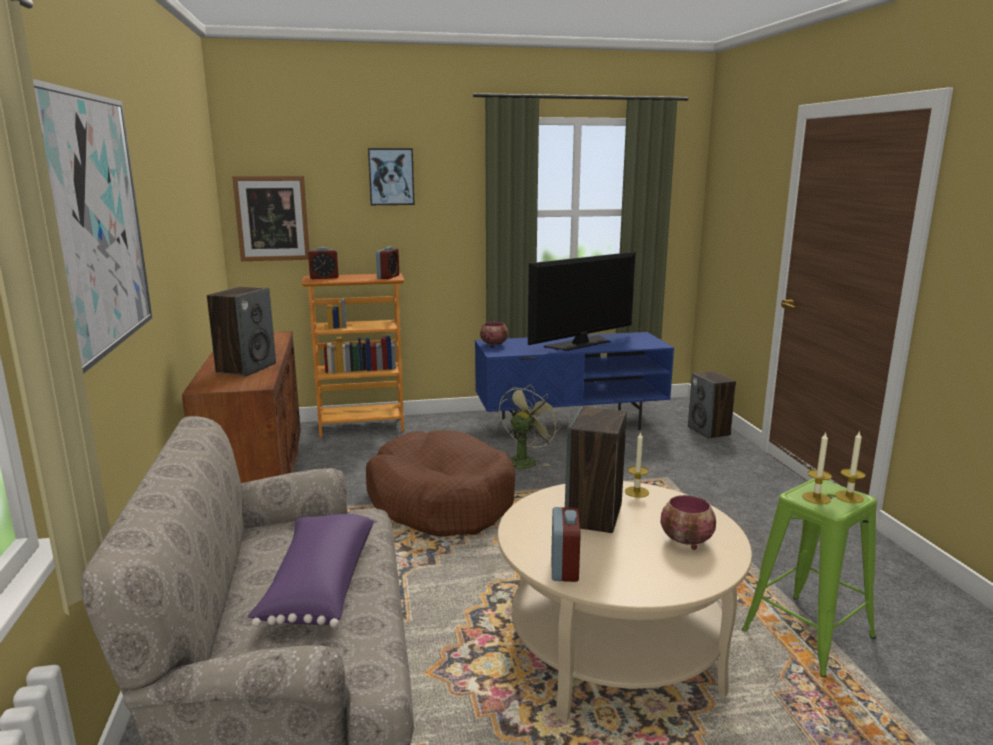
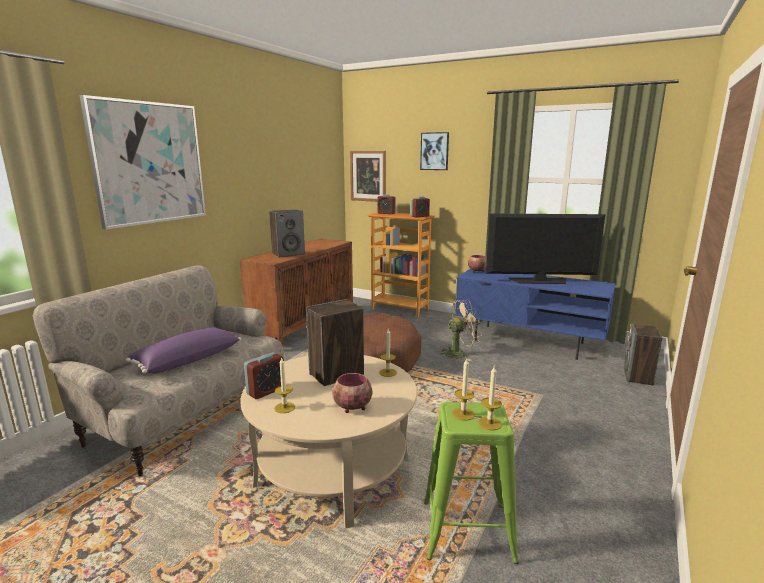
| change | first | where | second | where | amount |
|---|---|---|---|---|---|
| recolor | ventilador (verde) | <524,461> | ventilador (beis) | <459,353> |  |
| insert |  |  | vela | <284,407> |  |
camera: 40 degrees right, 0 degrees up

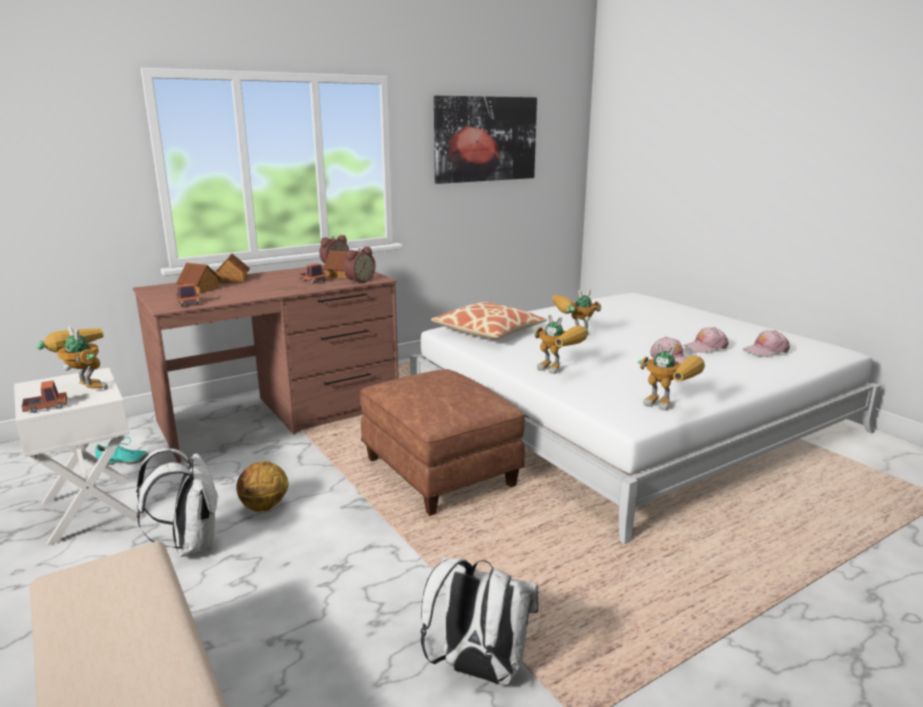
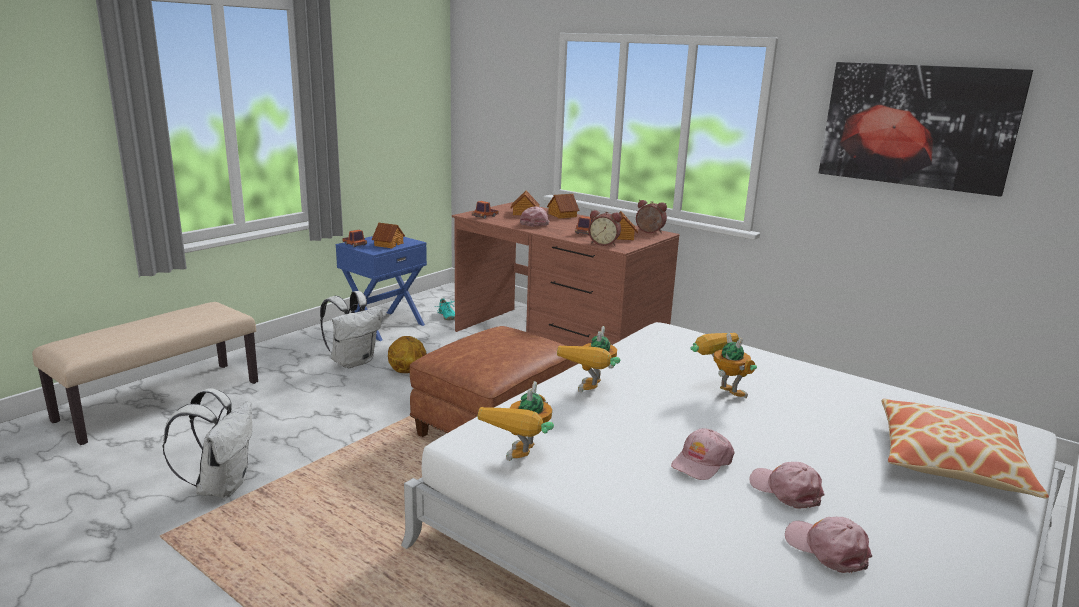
| change | first | where | second | where | amount |
|---|---|---|---|---|---|
| recolor | mesita de noche (blanco) | <89,510> | mesita de noche (azul) | <384,325> |  |
| replace | robot de juguete | <83,387> | casita | <388,244> |  |
| move | cojín | <488,332> |  | <950,461> |  |
| insert |  |  | gorra (rosa) | <535,223> |  |
camera: 70 degrees right, 0 degrees up

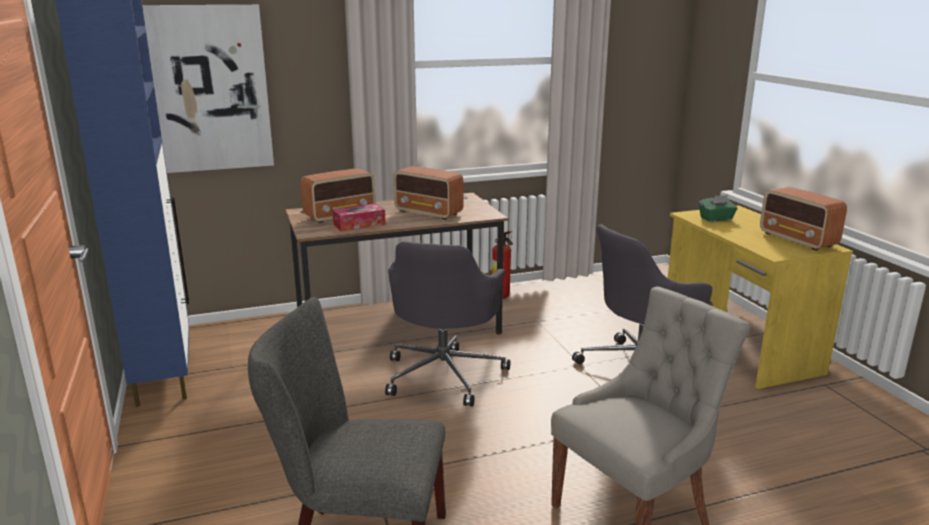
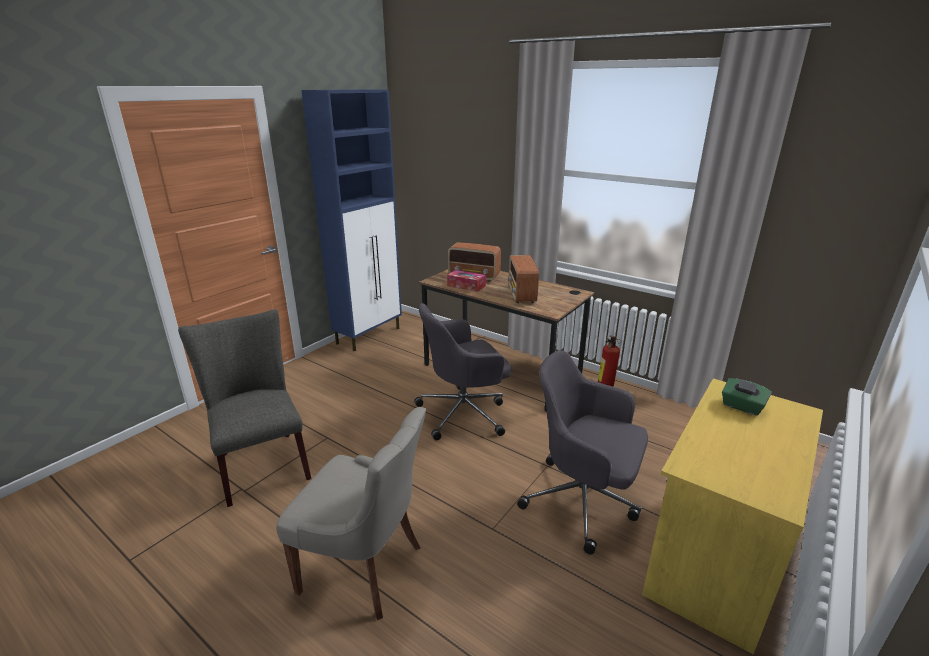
| change | first | where | second | where | amount |
|---|---|---|---|---|---|
| delete | cuadro | <210,89> |  |  |  |
| delete | radio | <798,240> |  |  |  |
camera: 55 degrees right, 5 degrees up

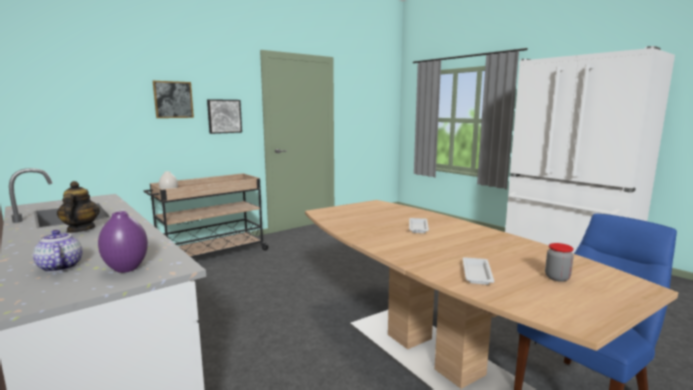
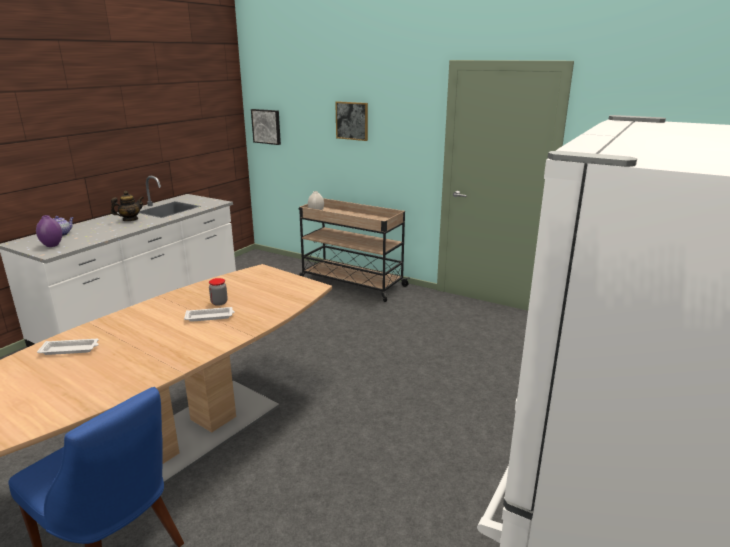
| change | first | where | second | where | amount |
|---|---|---|---|---|---|
| move | cuadro | <224,116> |  | <267,126> |  |
| move | tarro | <557,278> |  | <219,303> |  |
camera: 70 degrees right, 10 degrees up

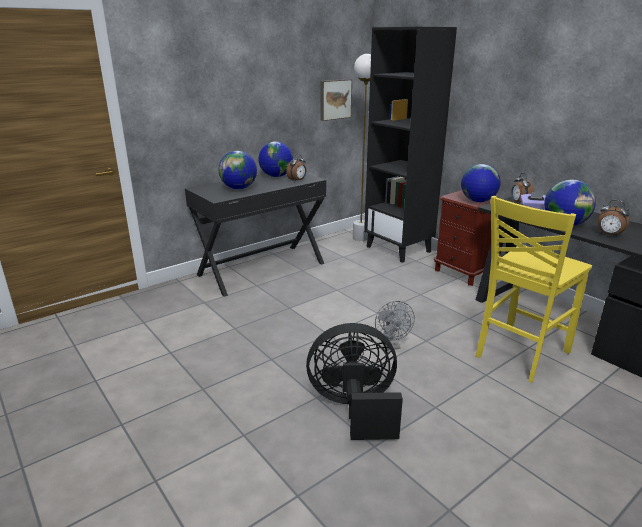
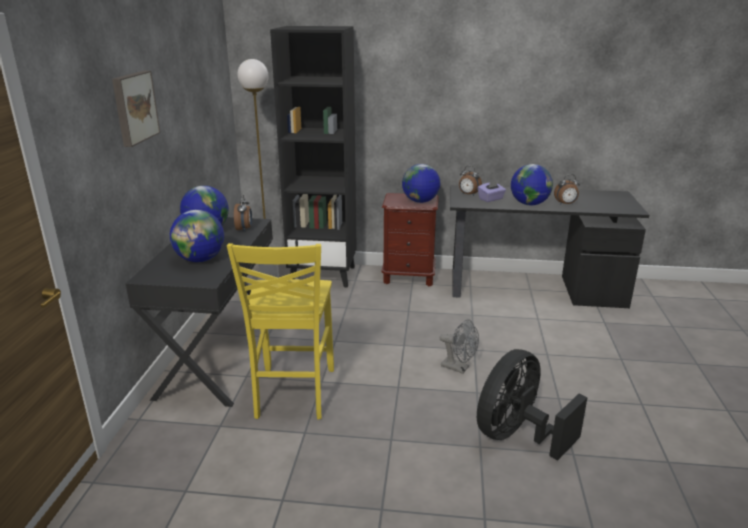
| change | first | where | second | where | amount |
|---|---|---|---|---|---|
| move | cuadro | <334,99> |  | <134,107> |  |
| move | silla (amarillo) | <519,354> |  | <293,394> |  |
camera: 45 degrees left, 0 degrees up

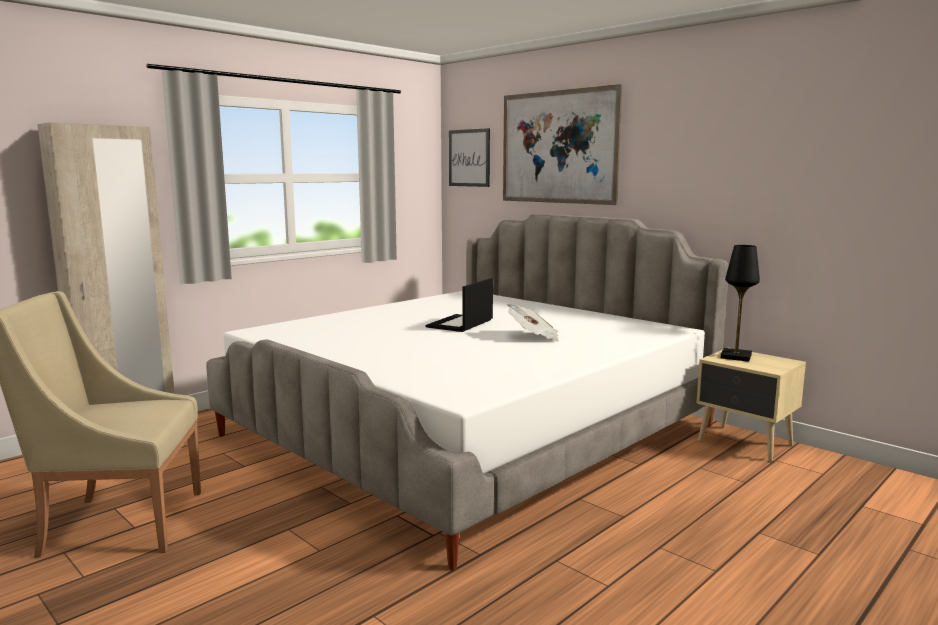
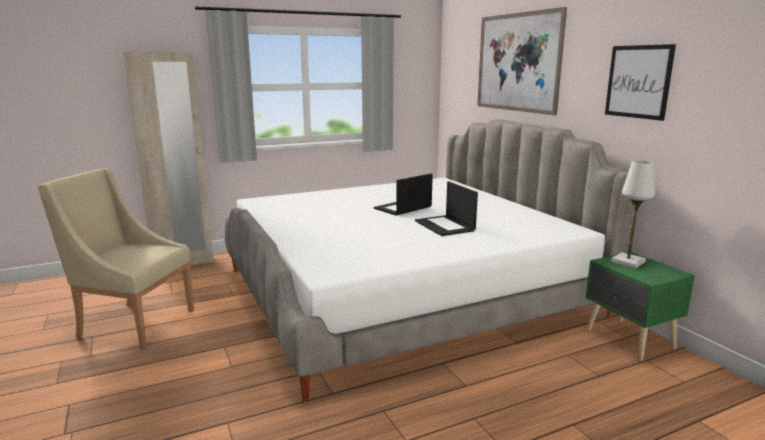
| change | first | where | second | where | amount |
|---|---|---|---|---|---|
| move | cuadro | <469,158> |  | <638,81> |  |
| replace | periódico | <533,337> | portátil | <445,226> |  |
| recolor | mesita de noche (beis) | <745,444> | mesita de noche (verde) | <629,340> |  |
| recolor | lámpara de mesa (negro) | <736,356> | lámpara de mesa (blanco) | <628,262> |  |
camera: 20 degrees right, 5 degrees up

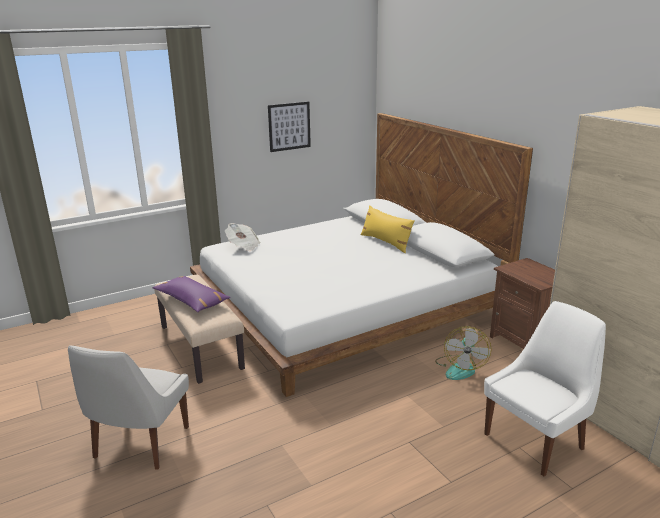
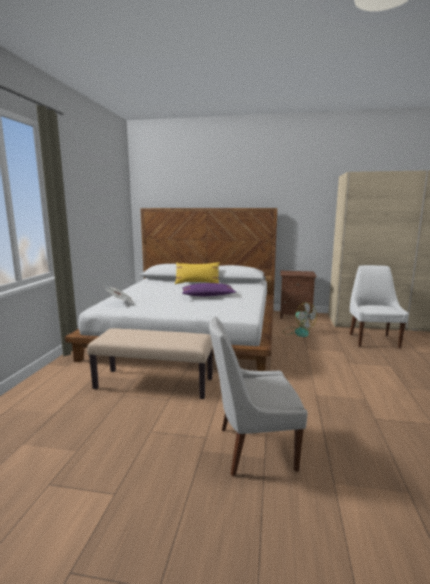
| change | first | where | second | where | amount |
|---|---|---|---|---|---|
| rotate | silla (blanco) | <140,444> |  | <253,448> | 120 degrees clockwise |
| move | cojín (morado) | <191,300> |  | <208,295> |  |
| delete | cuadro | <289,126> |  |  |  |
camera: 50 degrees left, 10 degrees down

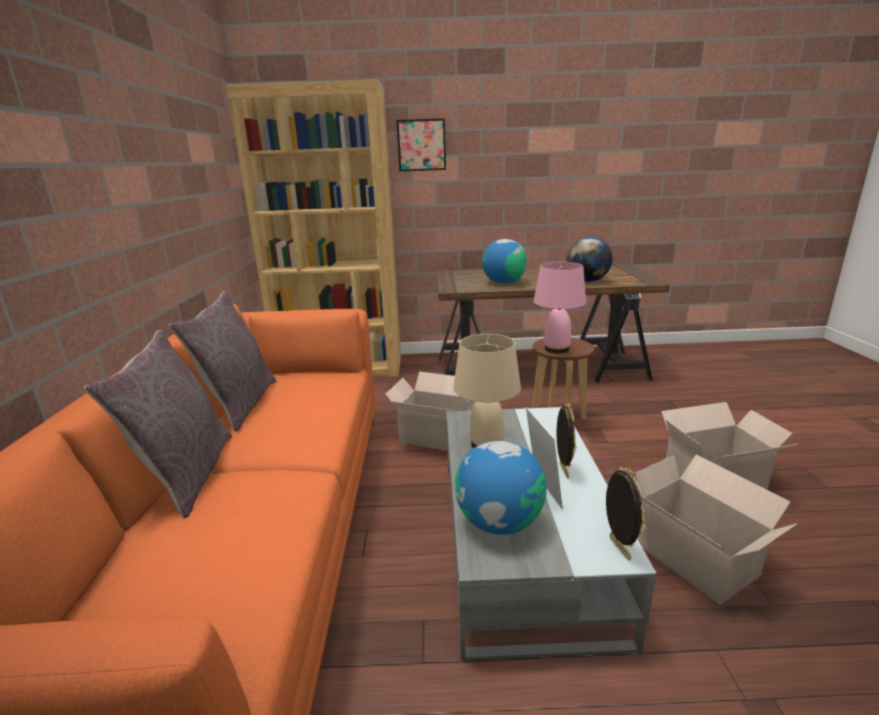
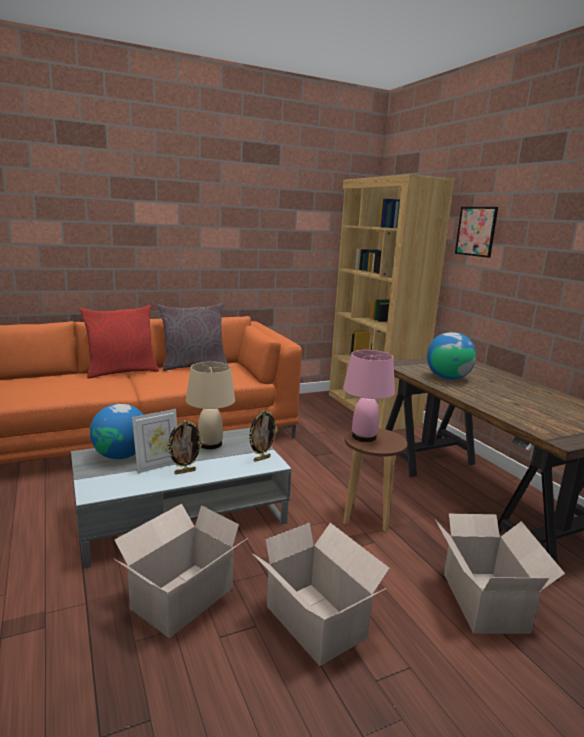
| change | first | where | second | where | amount |
|---|---|---|---|---|---|
| recolor | cojín (gris) | <187,475> | cojín (rojo) | <121,371> |  |
| move | caja de cartón | <435,436> |  | <483,600> |  |
| delete | globo terráqueo | <587,281> |  |  |  |
| move | portarretratos | <618,549> |  | <261,459> |  |
camera: 65 degrees right, 5 degrees down

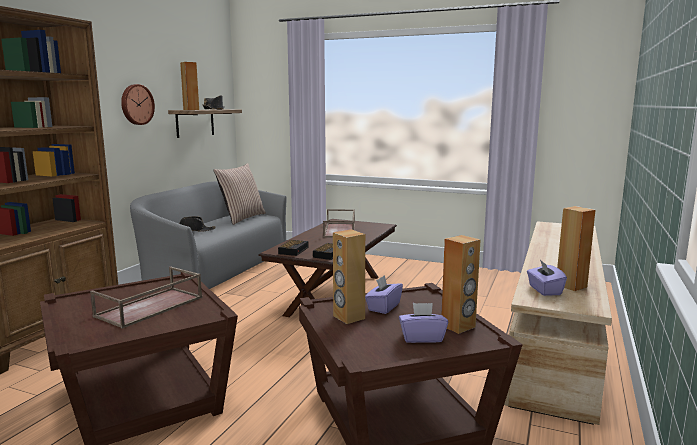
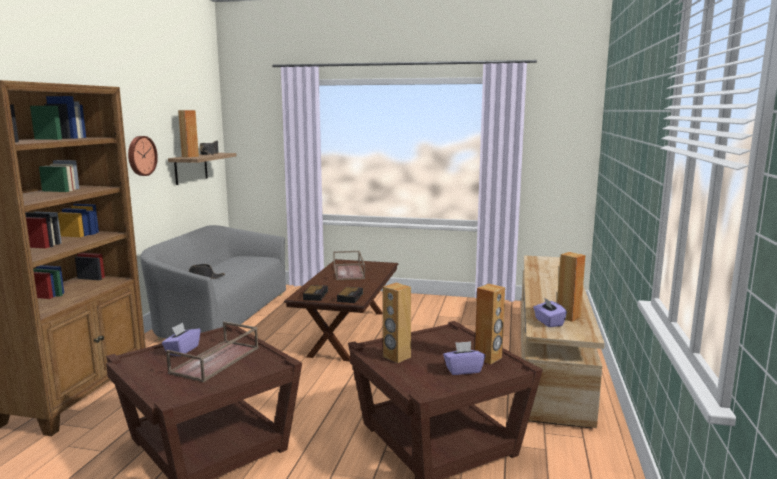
| change | first | where | second | where | amount |
|---|---|---|---|---|---|
| delete | cojín | <242,218> |  |  |  |
| move | caja de pañuelos (morado) | <383,307> |  | <182,350> |  |
camera: 10 degrees left, 0 degrees up

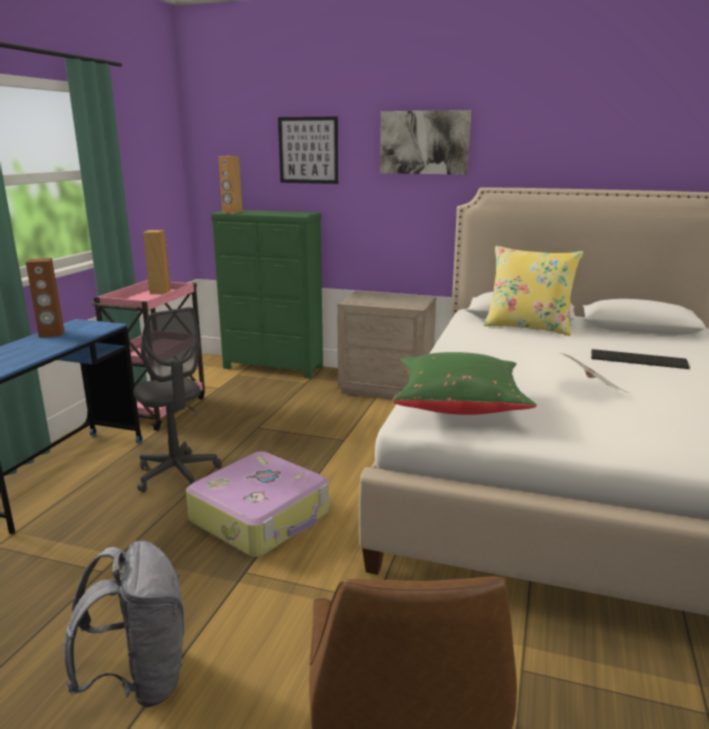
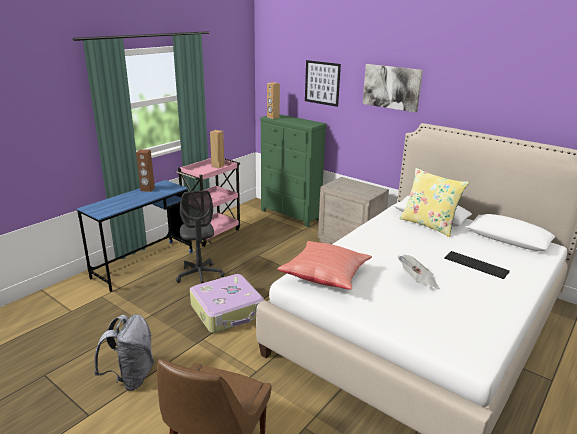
| change | first | where | second | where | amount |
|---|---|---|---|---|---|
| recolor | cojín (verde) | <458,405> | cojín (rojo) | <326,276> |  |
camera: 20 degrees right, 5 degrees up

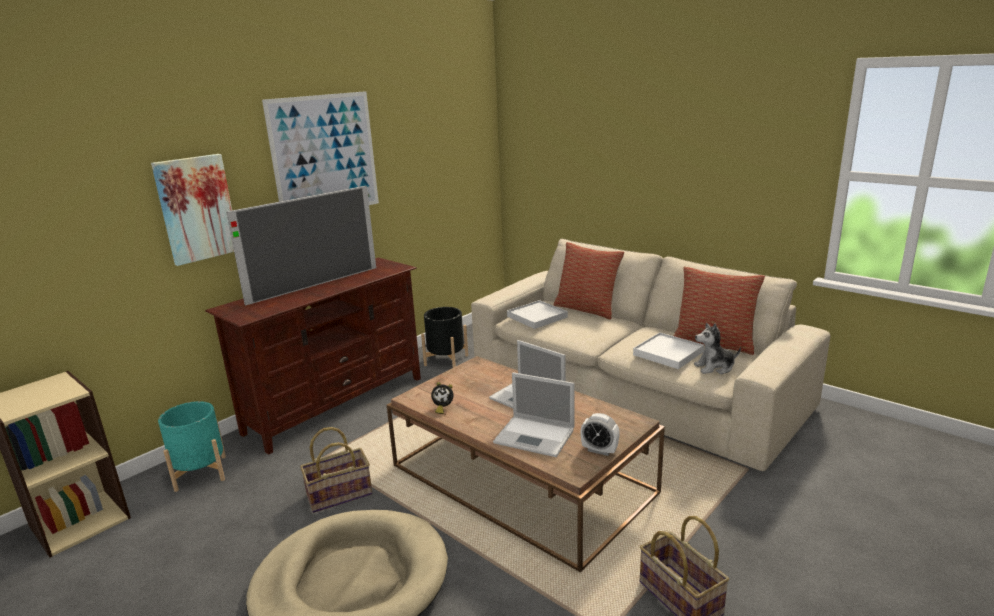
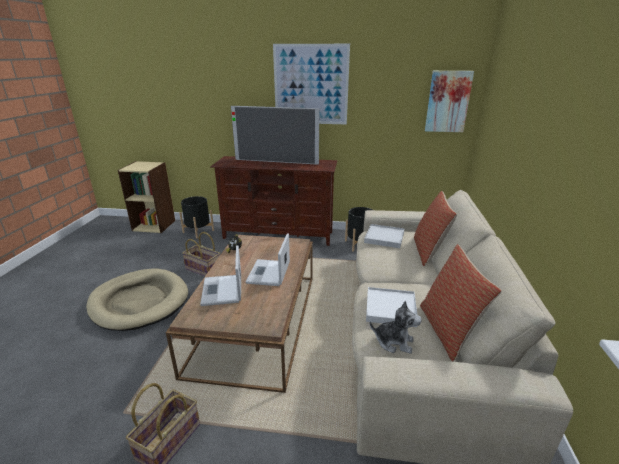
| change | first | where | second | where | amount |
|---|---|---|---|---|---|
| move | cuadro | <196,209> |  | <448,102> |  |
| recolor | maceta (turquesa) | <201,473> | maceta (negro) | <198,231> |  |
| delete | despertador | <599,450> |  |  |  |
| rotate | peluche | <714,367> |  | <394,342> | 150 degrees clockwise |
camera: 55 degrees right, 5 degrees up

